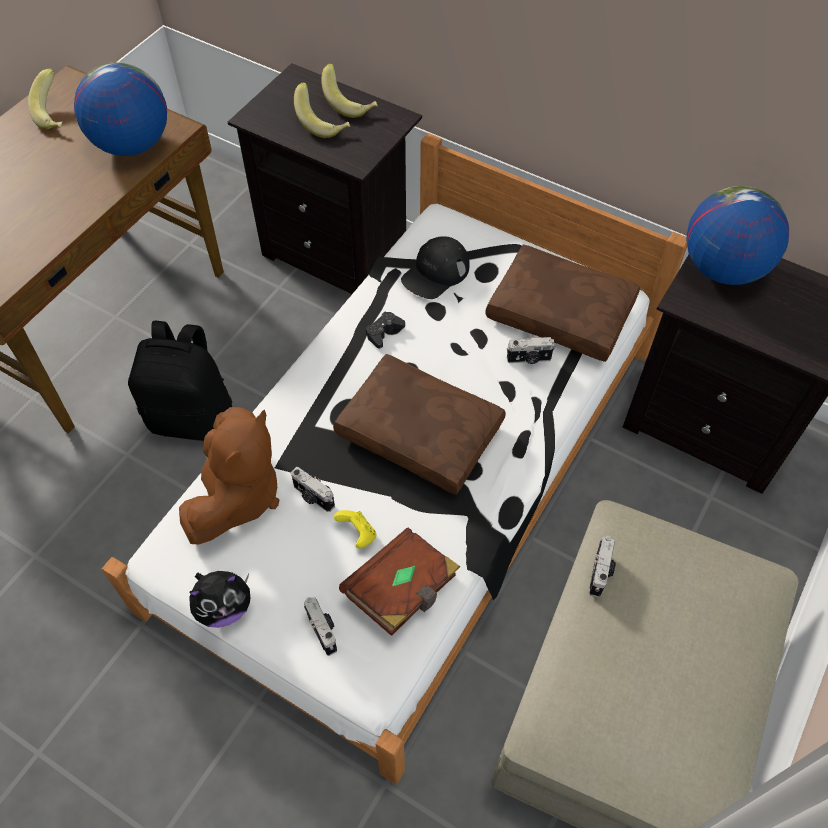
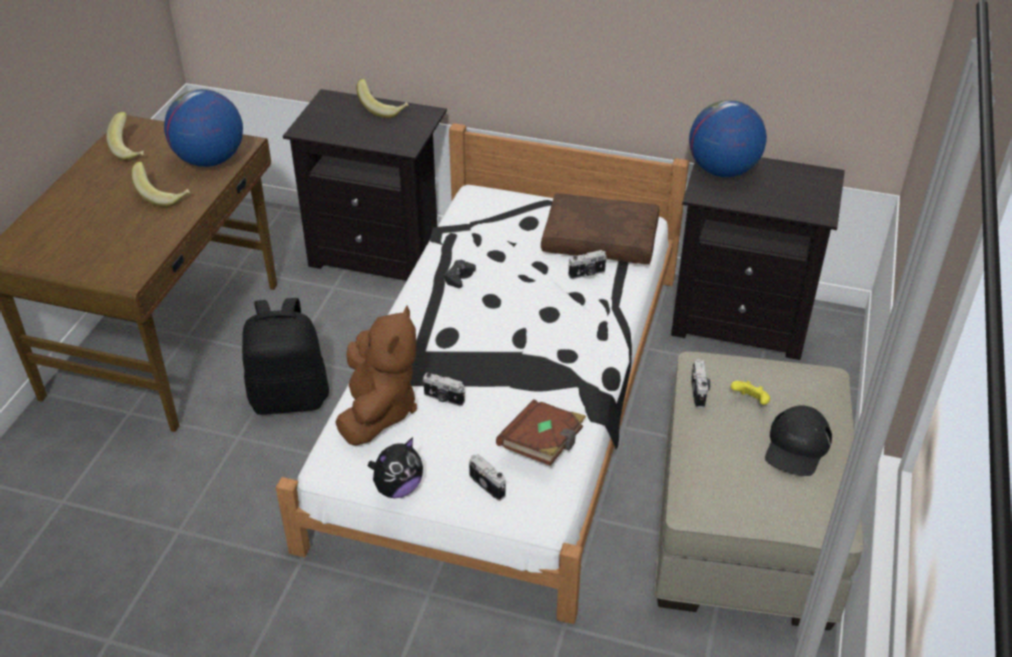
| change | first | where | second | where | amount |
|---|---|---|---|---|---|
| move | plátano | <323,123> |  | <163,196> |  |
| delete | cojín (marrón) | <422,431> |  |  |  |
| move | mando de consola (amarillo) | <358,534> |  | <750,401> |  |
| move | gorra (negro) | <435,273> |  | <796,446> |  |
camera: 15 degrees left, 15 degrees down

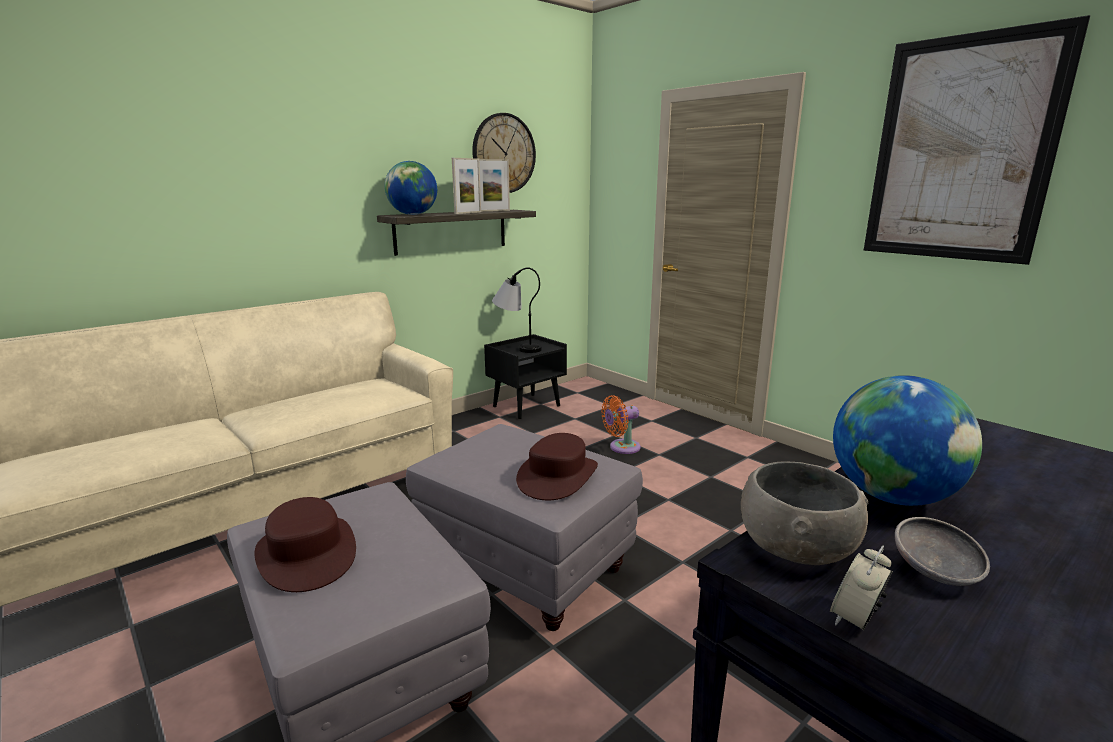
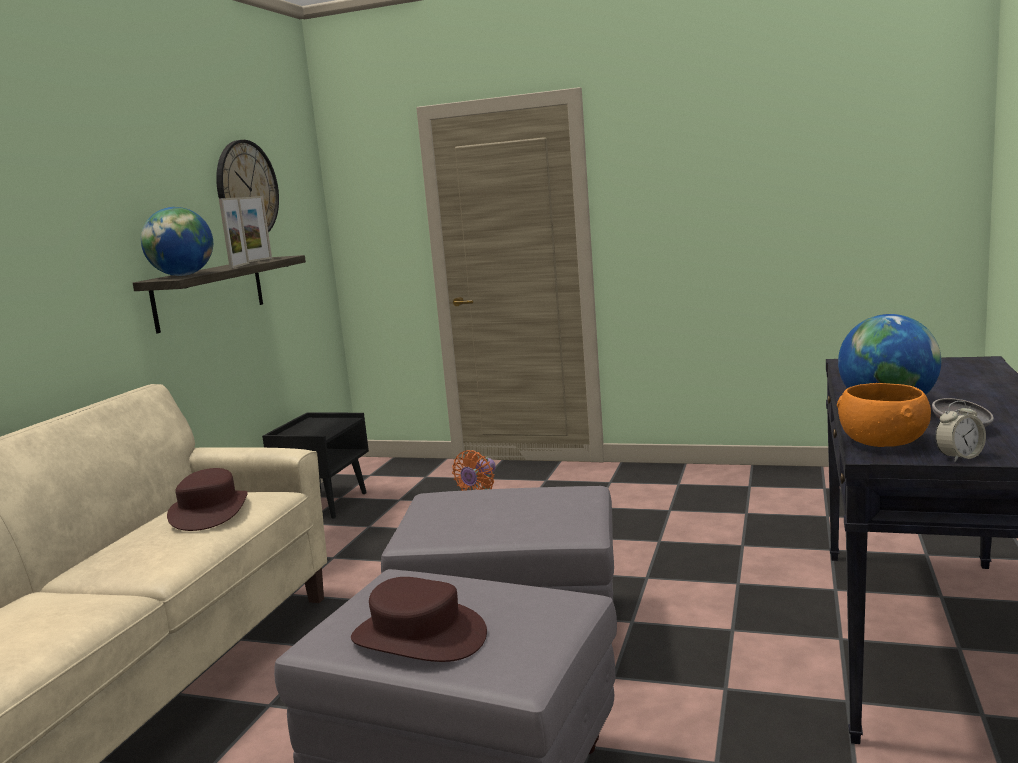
| change | first | where | second | where | amount |
|---|---|---|---|---|---|
| delete | lámpara de mesa | <517,347> |  |  |  |
| move | sombrero (marrón) | <557,476> |  | <209,511> |  |
| recolor | cuenco (gris) | <795,546> | cuenco (naranja) | <882,442> |  |
| rotate | despertador | <855,619> |  | <959,457> | 120 degrees counterclockwise |
| delete | cuadro | <960,150> |  |  |  |
camera: 30 degrees left, 5 degrees down

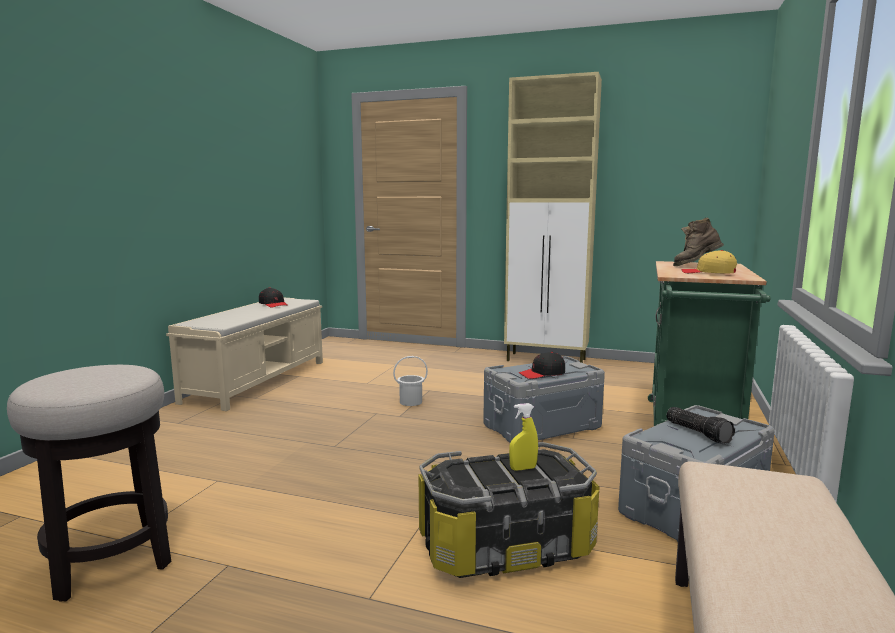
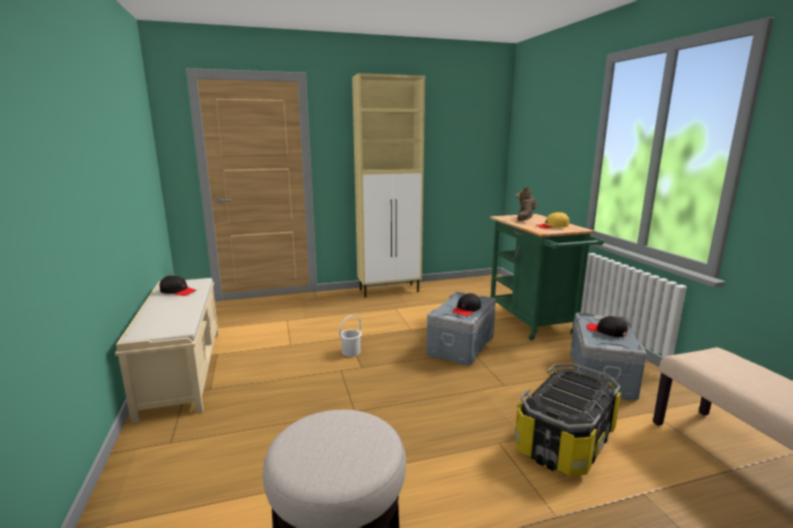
| change | first | where | second | where | amount |
|---|---|---|---|---|---|
| delete | pulverizador (amarillo) | <523,468> |  |  |  |
| replace | linterna | <699,433> | gorra (negro) | <606,331> |  |
camera: 35 degrees left, 5 degrees up

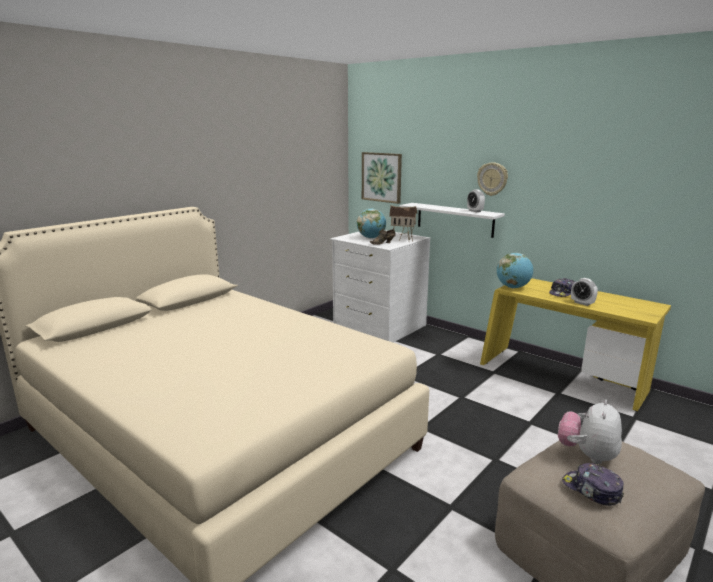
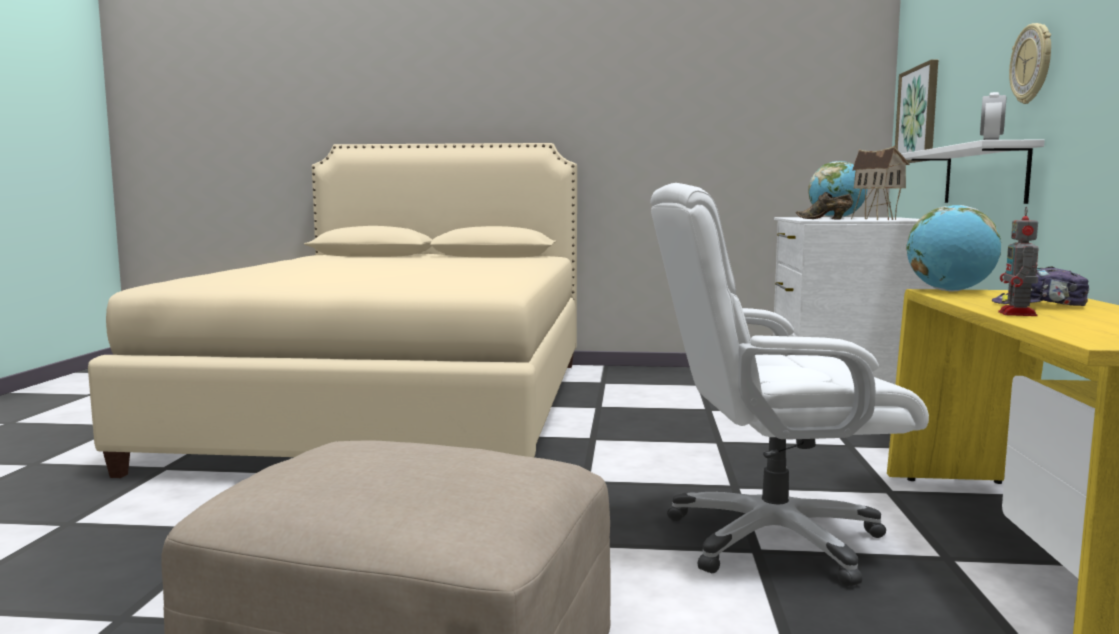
| change | first | where | second | where | amount |
|---|---|---|---|---|---|
| delete | peluche | <587,455> |  |  |  |
| delete | gorra | <591,490> |  |  |  |
| replace | despertador | <582,303> | robot de juguete | <1018,314> |  |
| insert |  |  | silla de oficina (blanco) | <771,540> |  |
camera: 55 degrees right, 10 degrees down

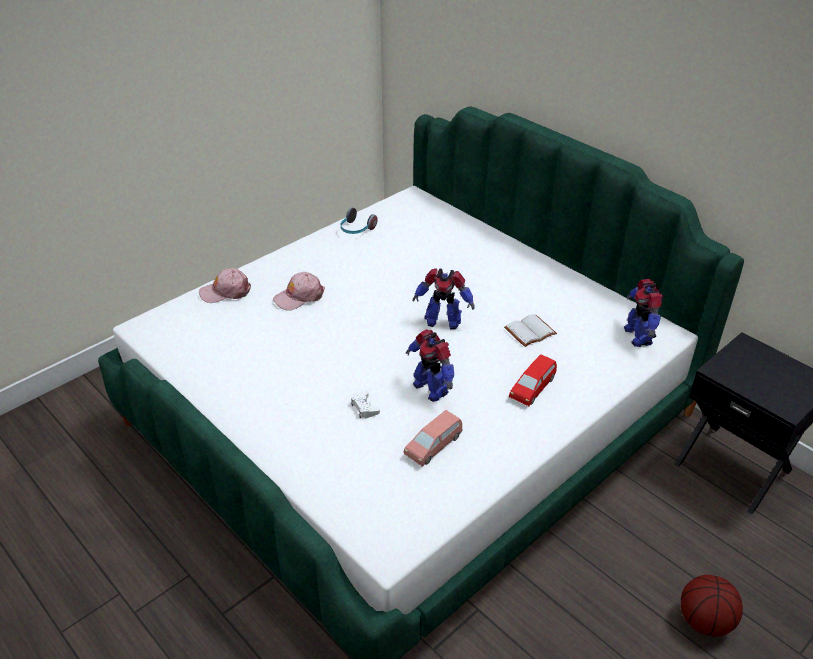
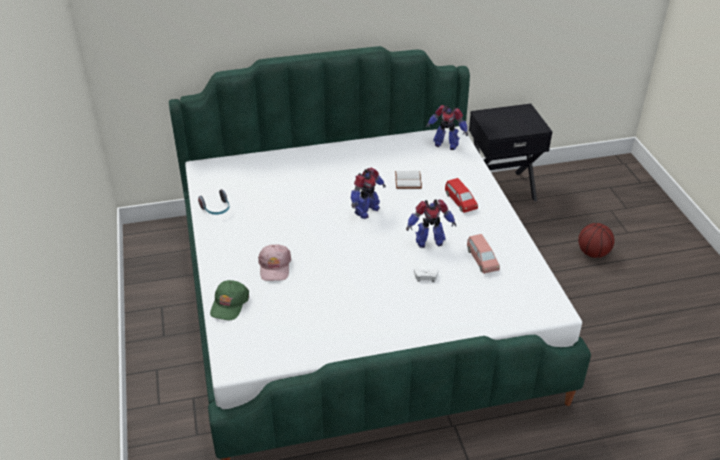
| change | first | where | second | where | amount |
|---|---|---|---|---|---|
| recolor | gorra (rosa) | <226,291> | gorra (verde) | <229,304> |  |
camera: 60 degrees left, 0 degrees up

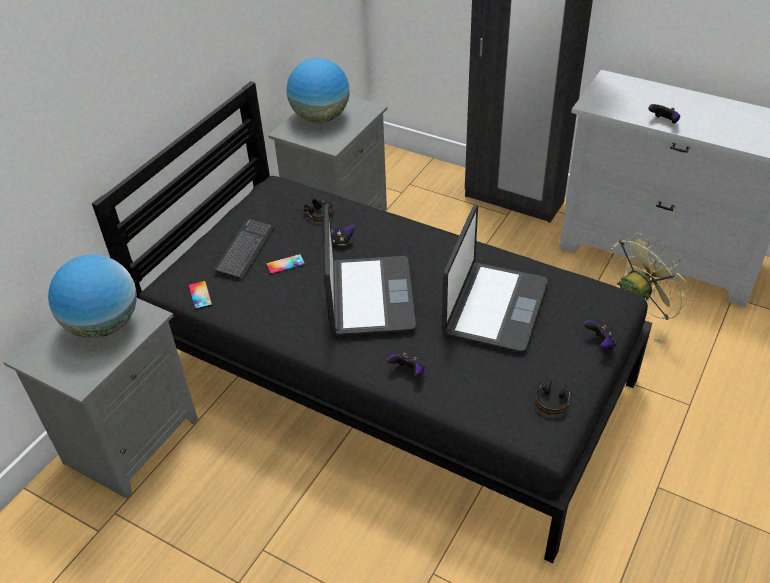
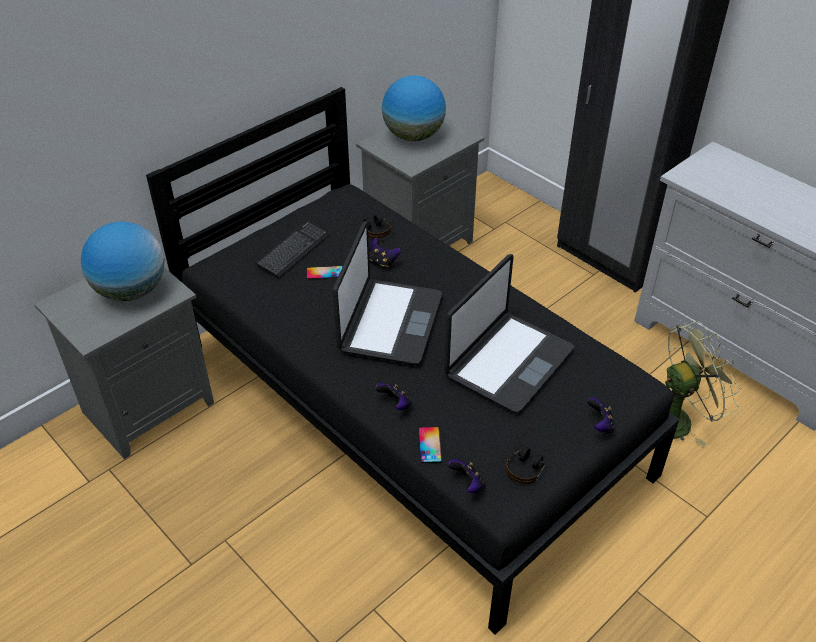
| change | first | where | second | where | amount |
|---|---|---|---|---|---|
| move | móvil | <200,295> |  | <430,445> |  |
| move | mando de consola | <663,122> |  | <467,484> |  |
camera: 15 degrees right, 0 degrees up

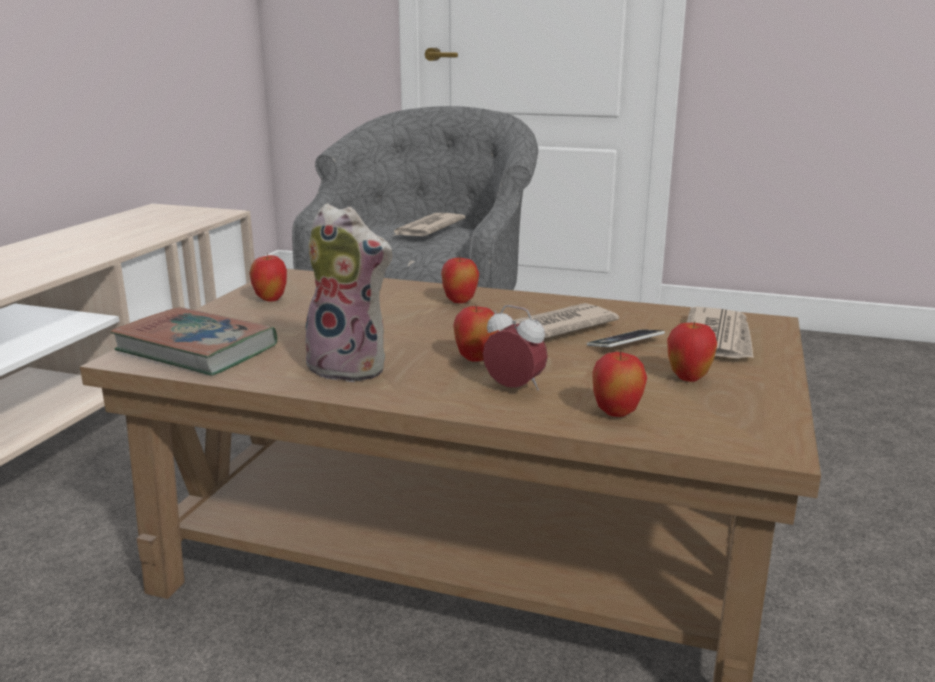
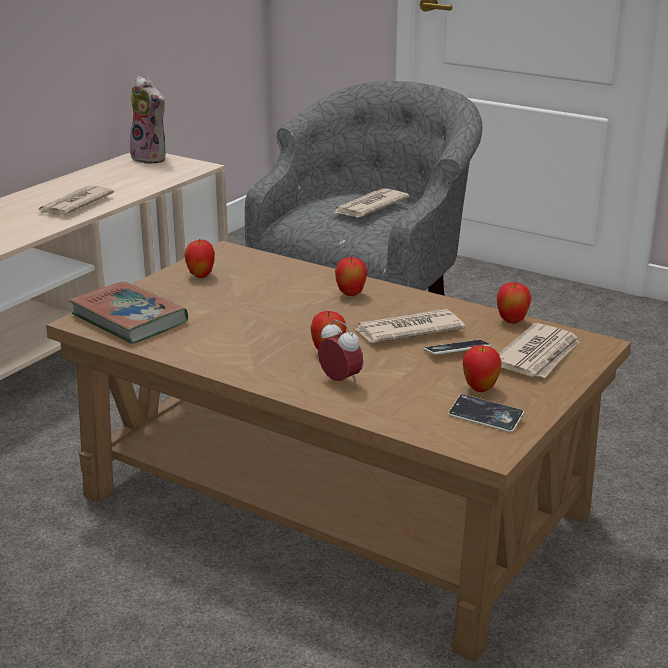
| change | first | where | second | where | amount |
|---|---|---|---|---|---|
| move | peluche | <352,367> |  | <152,158> |  |
| move | manzana | <616,414> |  | <512,321> |  |
| insert |  |  | periódico | <74,205> |  |
| insert |  |  | móvil | <485,417> |  |
camera: 15 degrees right, 5 degrees up

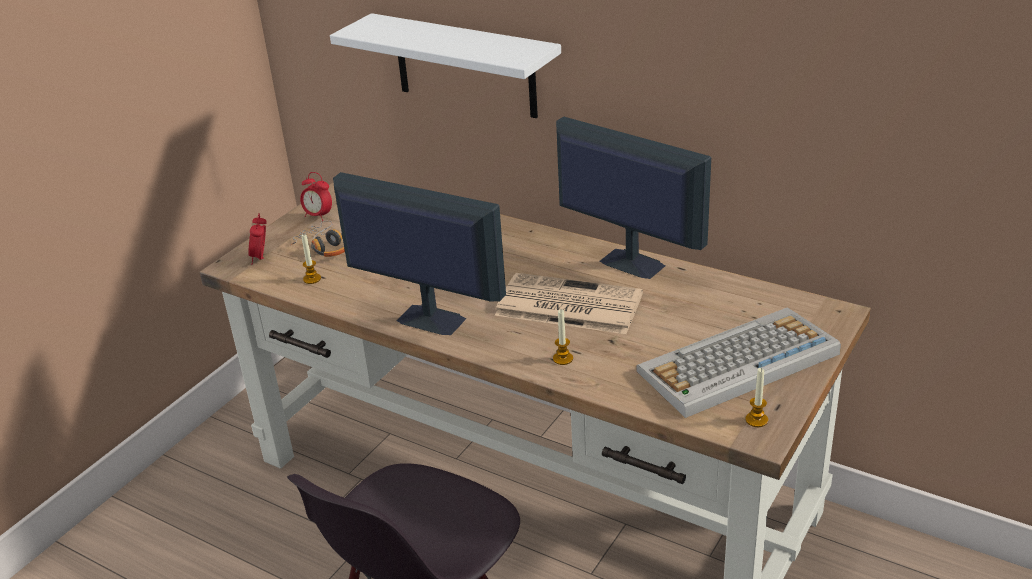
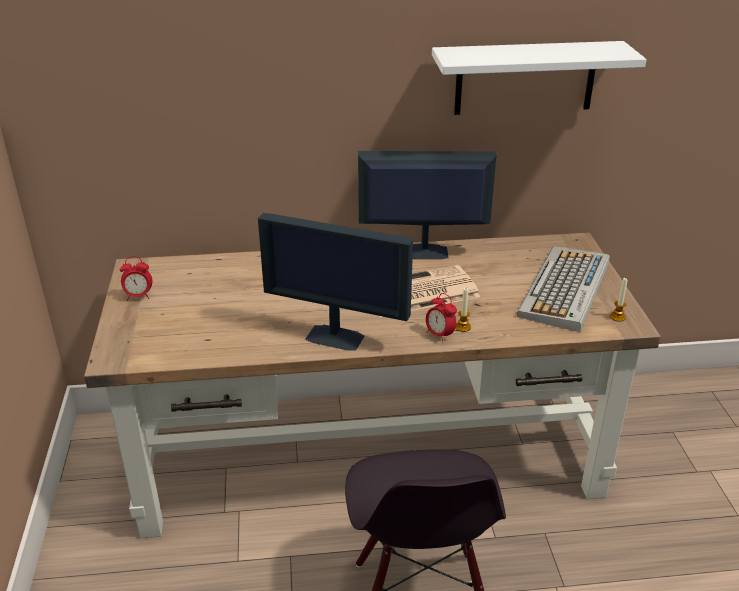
| change | first | where | second | where | amount |
|---|---|---|---|---|---|
| move | despertador | <261,258> |  | <439,335> |  |
| delete | auriculares | <325,247> |  |  |  |
| delete | vela | <312,279> |  |  |  |
| move | estante (blanco) | <465,66> |  | <525,78> |  |
| rotate | monitor | <429,319> |  | <336,337> | 150 degrees counterclockwise |
camera: 40 degrees left, 0 degrees up

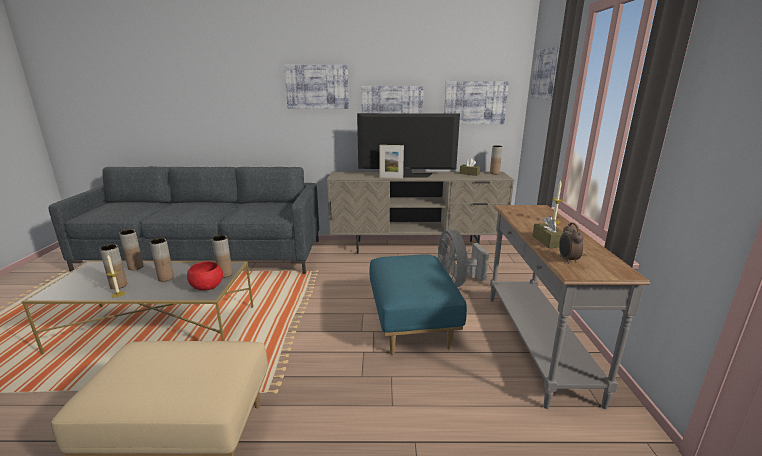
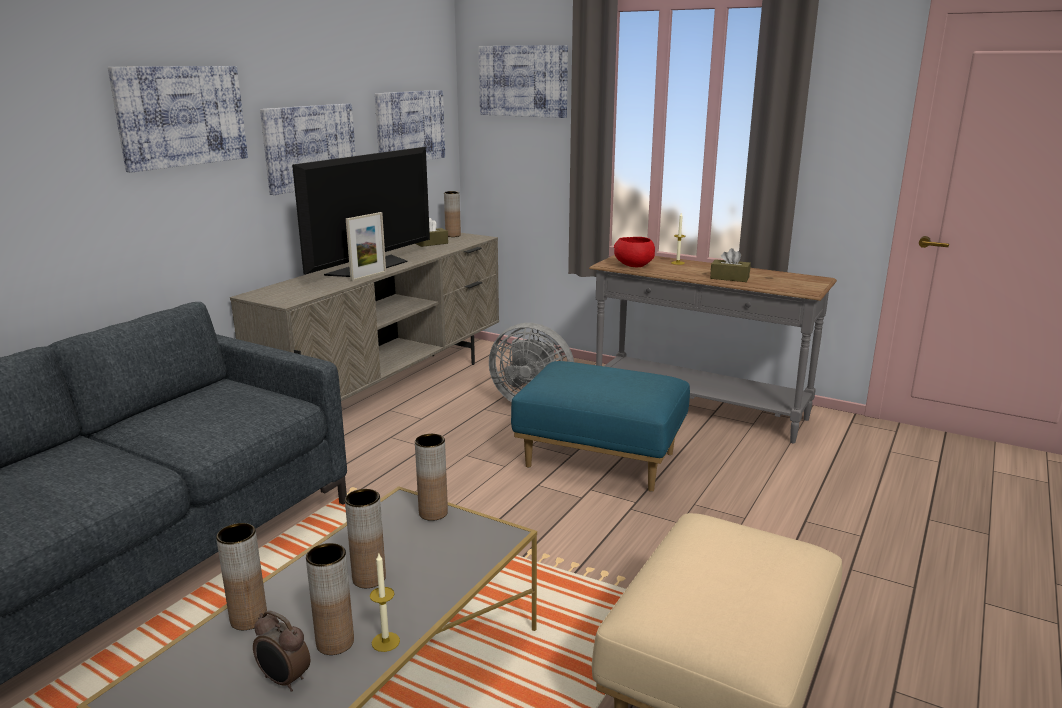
| change | first | where | second | where | amount |
|---|---|---|---|---|---|
| move | cuenco (rojo) | <207,287> |  | <633,266> |  |
| move | despertador | <567,260> |  | <284,680> |  |
camera: 60 degrees left, 0 degrees up

